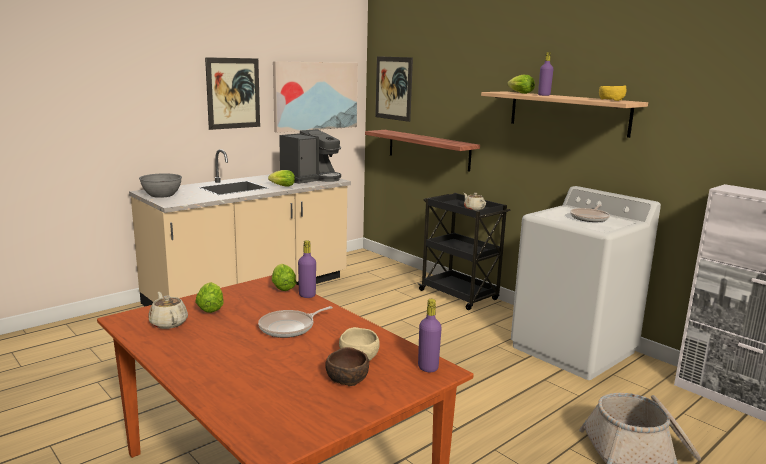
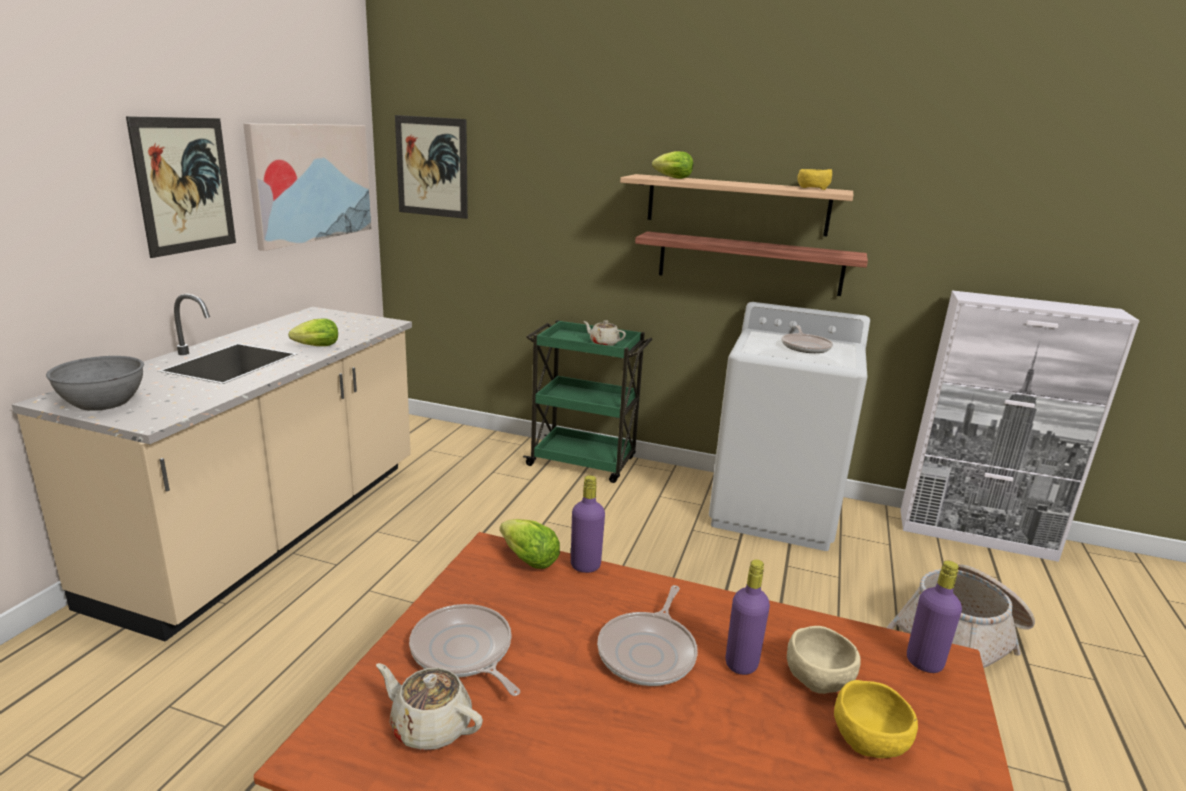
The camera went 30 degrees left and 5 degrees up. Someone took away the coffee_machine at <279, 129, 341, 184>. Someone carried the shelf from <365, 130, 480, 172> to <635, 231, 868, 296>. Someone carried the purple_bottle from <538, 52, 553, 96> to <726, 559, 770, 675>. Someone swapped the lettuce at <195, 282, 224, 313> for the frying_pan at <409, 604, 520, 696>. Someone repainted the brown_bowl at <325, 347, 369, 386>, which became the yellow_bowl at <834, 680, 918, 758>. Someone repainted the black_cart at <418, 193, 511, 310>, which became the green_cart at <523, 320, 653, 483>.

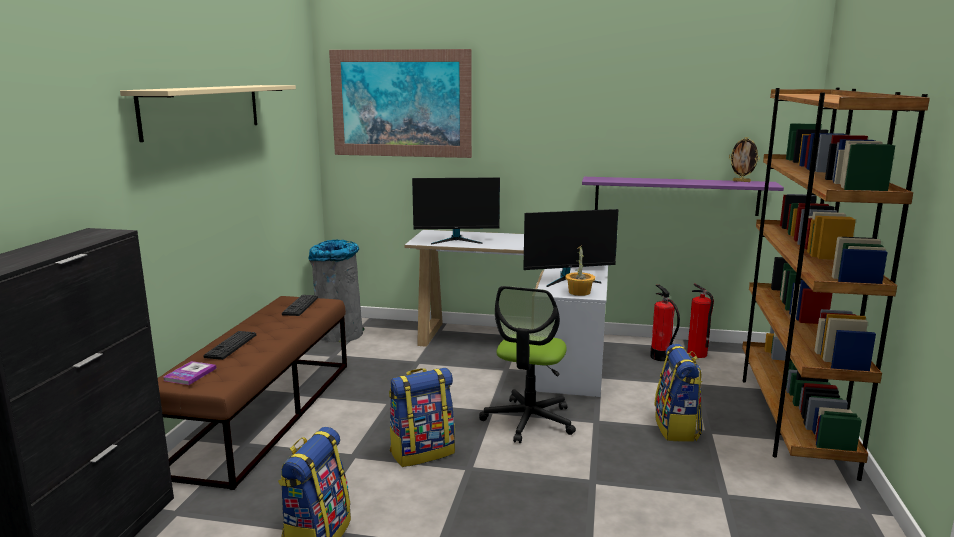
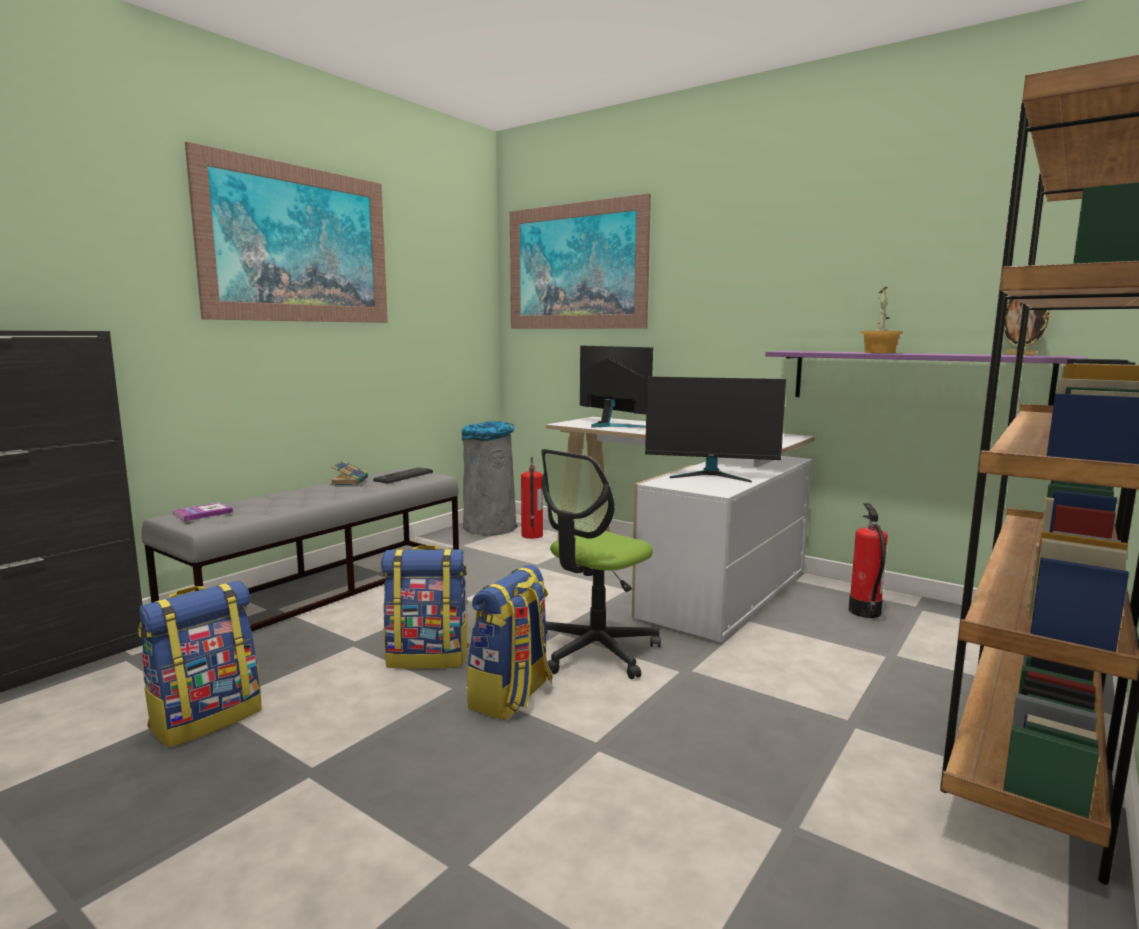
The camera went 25 degrees right and 5 degrees down. Someone took away the keyboard at <203, 331, 256, 360>. Someone put down the book at <330, 461, 368, 485>. Someone carried the potted_plant from <565, 244, 595, 296> to <861, 287, 903, 353>. Someone carried the backpack from <654, 344, 703, 442> to <467, 565, 553, 720>. Someone carried the fire_extinguisher from <687, 283, 714, 358> to <521, 457, 543, 539>. Someone swapped the beige_shelf at <120, 85, 296, 142> for the picture at <185, 142, 388, 323>. Someone repainted the brown_bench at <158, 296, 347, 490>, which became the grey_bench at <142, 468, 459, 631>. Someone rotated the monitor at <412, 177, 500, 245> by 150 degrees counterclockwise.

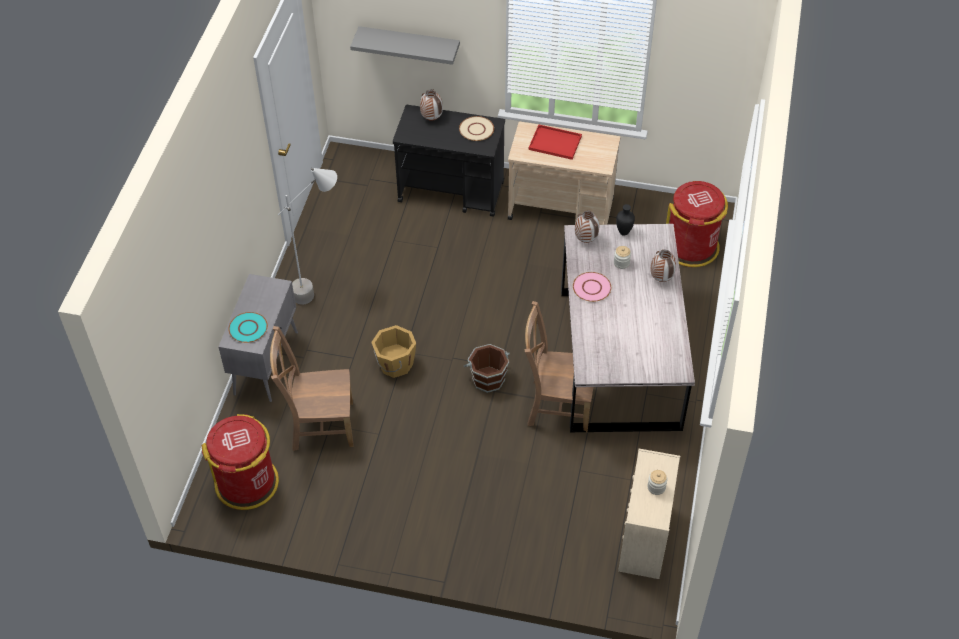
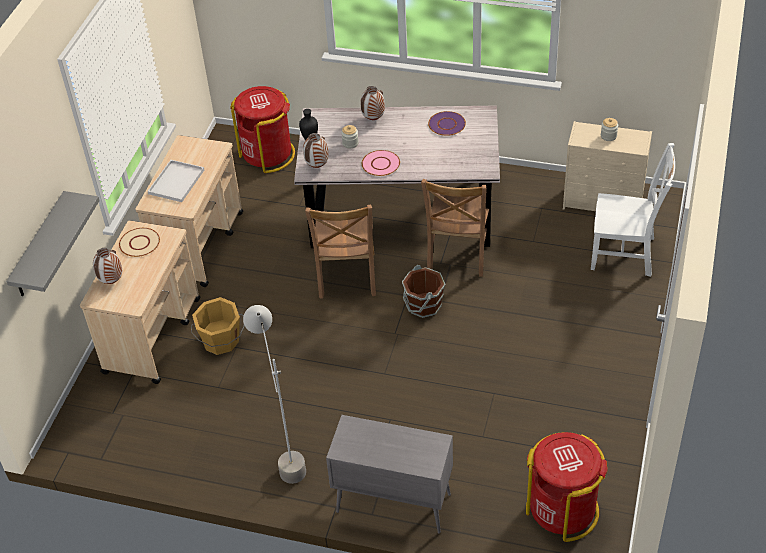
The camera went 85 degrees left and 5 degrees down. Someone took away the turquoise_plate at <228, 312, 268, 343>. Someone put down the purple_plate at <428, 111, 466, 136>. Someone put down the white_chair at <591, 143, 675, 277>. Someone carried the brown_chair from <270, 326, 353, 451> to <305, 204, 376, 299>. Someone carried the orange_bucket from <371, 325, 416, 378> to <191, 297, 245, 355>. Someone repainted the black_cart at <393, 105, 505, 217>, which became the beige_cart at <80, 220, 201, 384>. Someone repainted the red_tray at <529, 125, 582, 160>, which became the white_tray at <147, 160, 204, 202>.

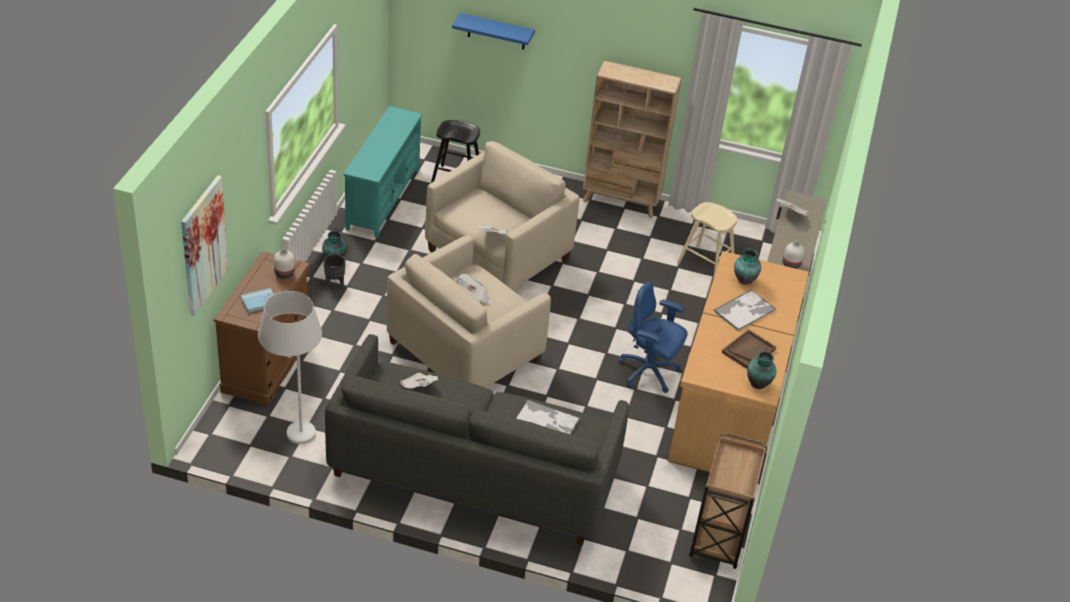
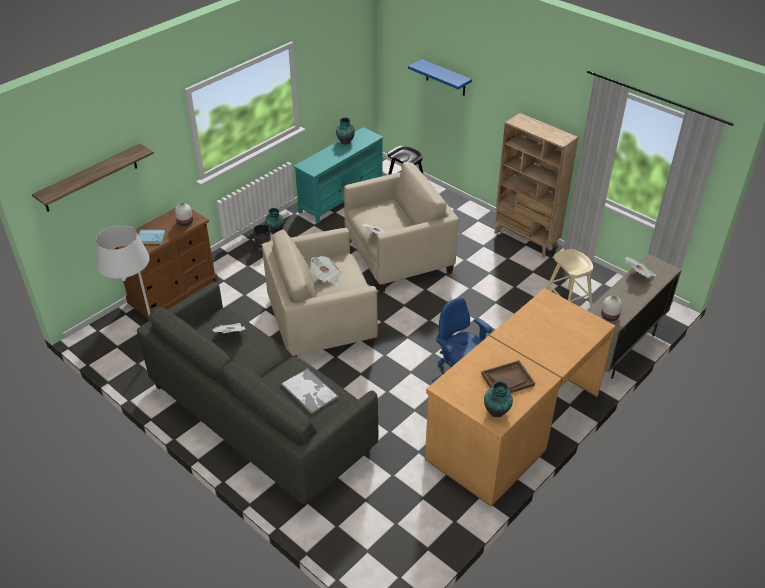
The camera went 30 degrees right and 0 degrees up. Someone took away the brown_cart at <689, 432, 767, 569>. Someone took away the tray at <714, 289, 776, 331>. Someone carried the vase from <734, 248, 761, 285> to <336, 118, 355, 144>. Someone swapped the picture at <181, 175, 229, 316> for the shelf at <32, 144, 154, 212>.

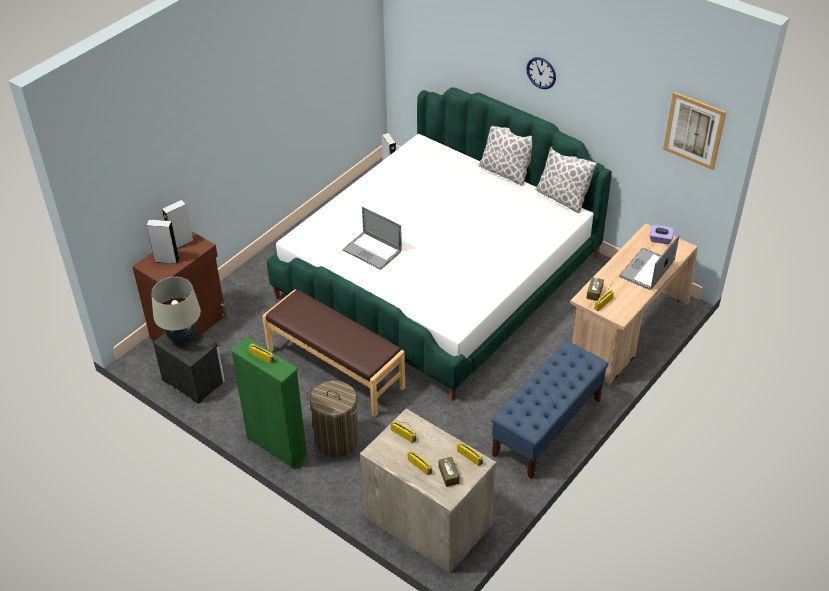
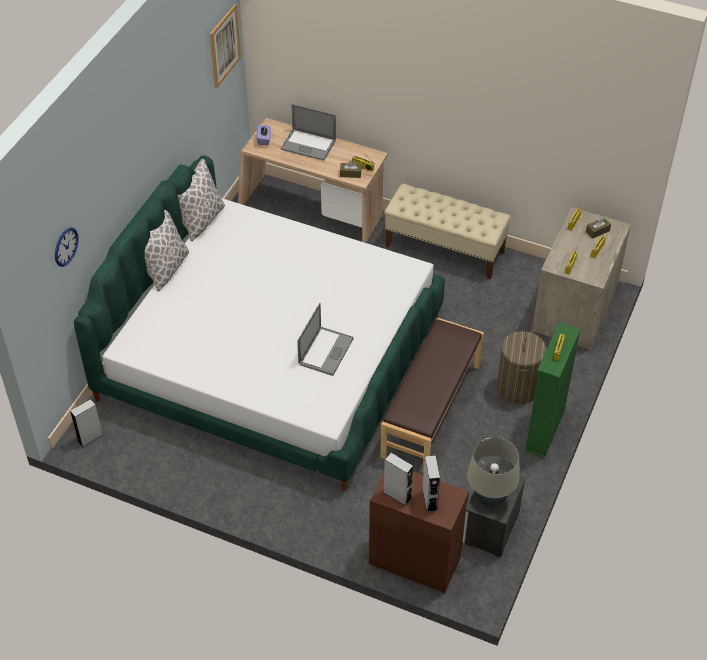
The camera went 105 degrees left and 5 degrees up. Someone carried the wall_clock from <526, 57, 556, 89> to <55, 228, 79, 267>. Someone repainted the blue_bench at <491, 341, 608, 479>, which became the beige_bench at <384, 183, 511, 279>.

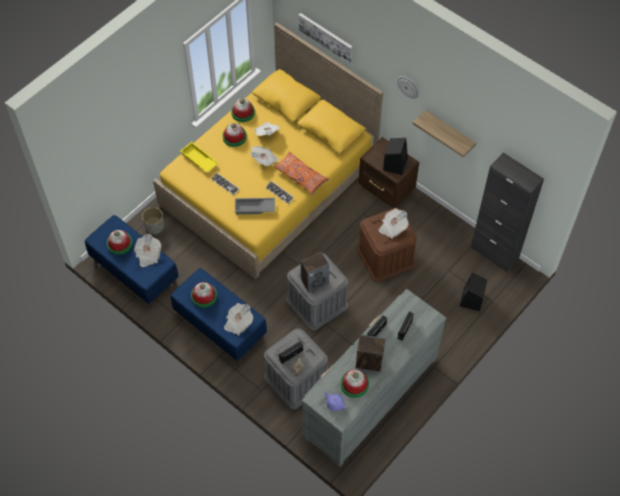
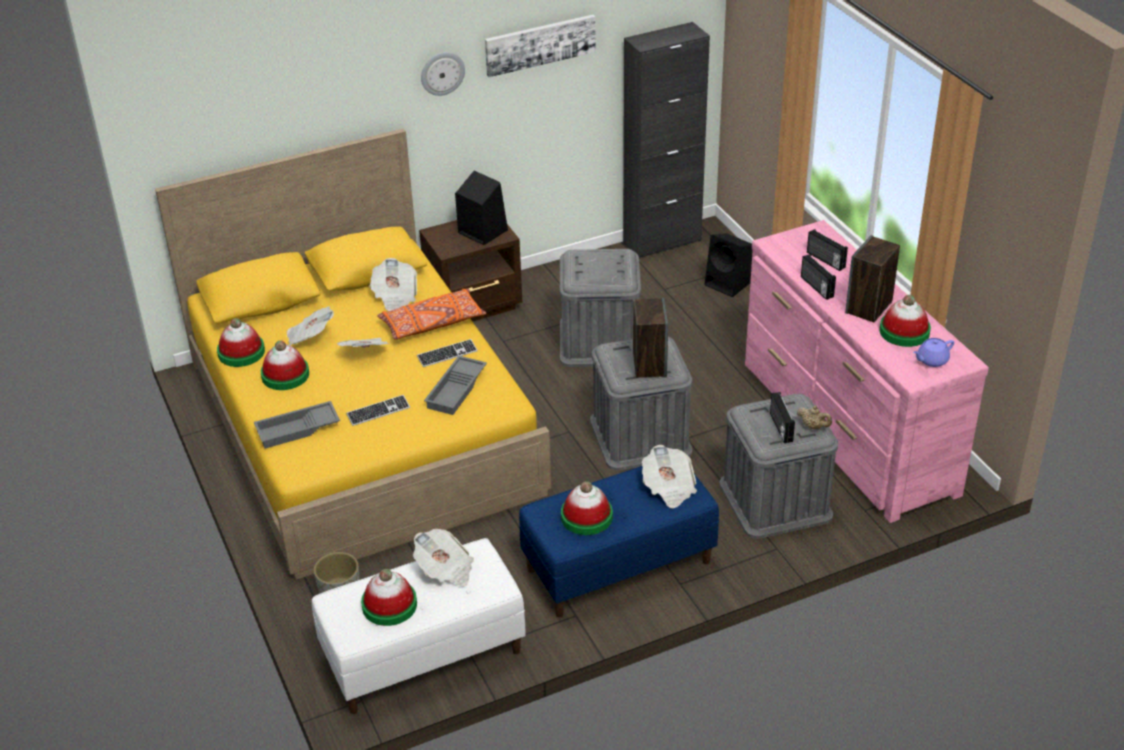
The camera went 65 degrees left and 20 degrees down. Someone took away the shelf at <413, 110, 476, 158>. Someone carried the picture from <299, 13, 352, 63> to <485, 15, 596, 77>. Someone carried the newspaper from <379, 209, 409, 239> to <370, 258, 417, 311>. Someone repainted the blue_bench at <85, 215, 179, 307>, which became the white_bench at <312, 538, 526, 714>. Someone repainted the yellow_tray at <180, 142, 218, 173>, which became the grey_tray at <254, 401, 340, 448>. Someone repainted the grey_dresser at <302, 289, 446, 467>, which became the pink_dresser at <745, 220, 989, 523>. Someone repainted the brown_storage_box at <357, 208, 417, 282>, which became the grey_storage_box at <560, 249, 641, 367>.

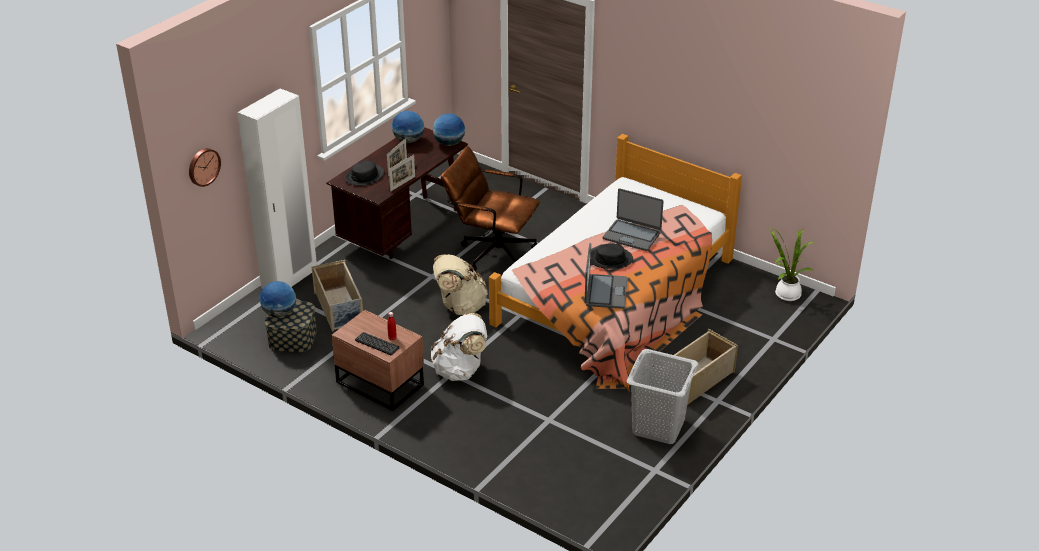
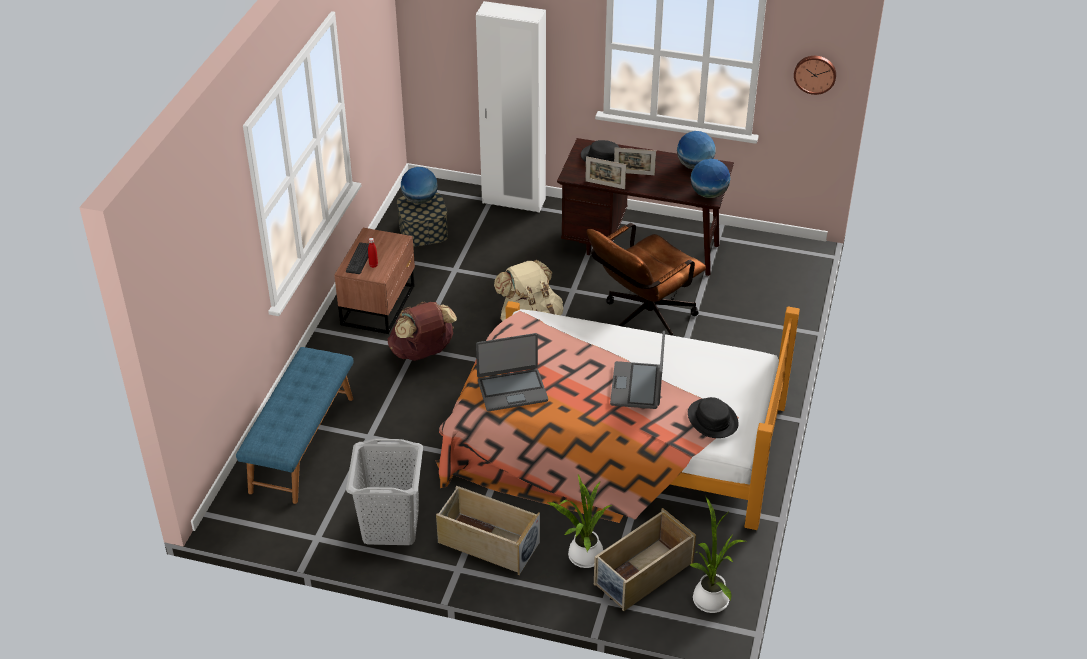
The camera went 70 degrees right and 5 degrees up. Someone put down the blue_bench at <236, 347, 354, 504>. Someone put down the potted_plant at <547, 475, 612, 568>. Someone carried the wall_clock from <189, 148, 221, 187> to <794, 56, 836, 95>. Someone carried the beige_storage_box from <312, 260, 363, 332> to <594, 508, 696, 611>. Someone carried the black_hat from <591, 244, 633, 269> to <688, 397, 739, 438>. Someone repainted the white_backpack at <431, 313, 487, 381>, which became the brown_backpack at <388, 302, 457, 361>. Someone rotated the brown_office_chair at <441, 146, 540, 272> by 135 degrees counterclockwise.

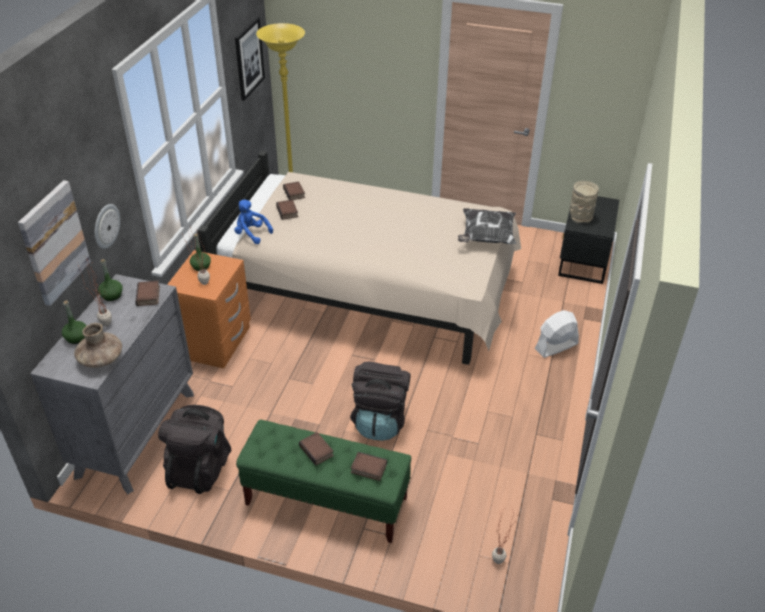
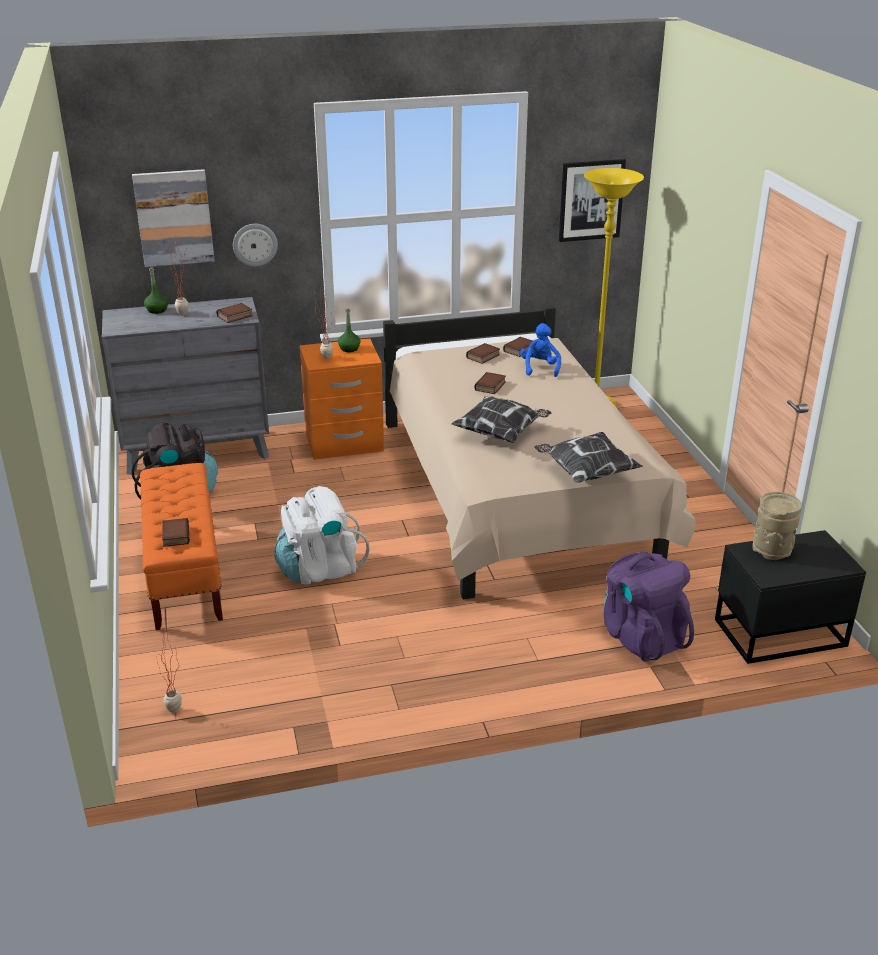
The camera went 60 degrees right and 10 degrees down. Someone took away the brown_vase at <74, 323, 122, 368>. Someone took away the green_bottle at <98, 259, 123, 301>. Someone took away the white_fan at <535, 310, 579, 358>. Someone put down the pillow at <451, 396, 551, 443>. Someone put down the purple_backpack at <603, 552, 694, 662>. Someone carried the blue_plush_toy from <234, 199, 273, 244> to <520, 323, 561, 377>. Someone carried the book from <299, 432, 334, 466> to <475, 372, 506, 394>. Someone repainted the green_bench at <236, 419, 411, 543>, which became the orange_bench at <140, 463, 223, 630>. Someone repainted the black_backpack at <350, 362, 410, 441>, which became the white_backpack at <274, 486, 370, 585>.

